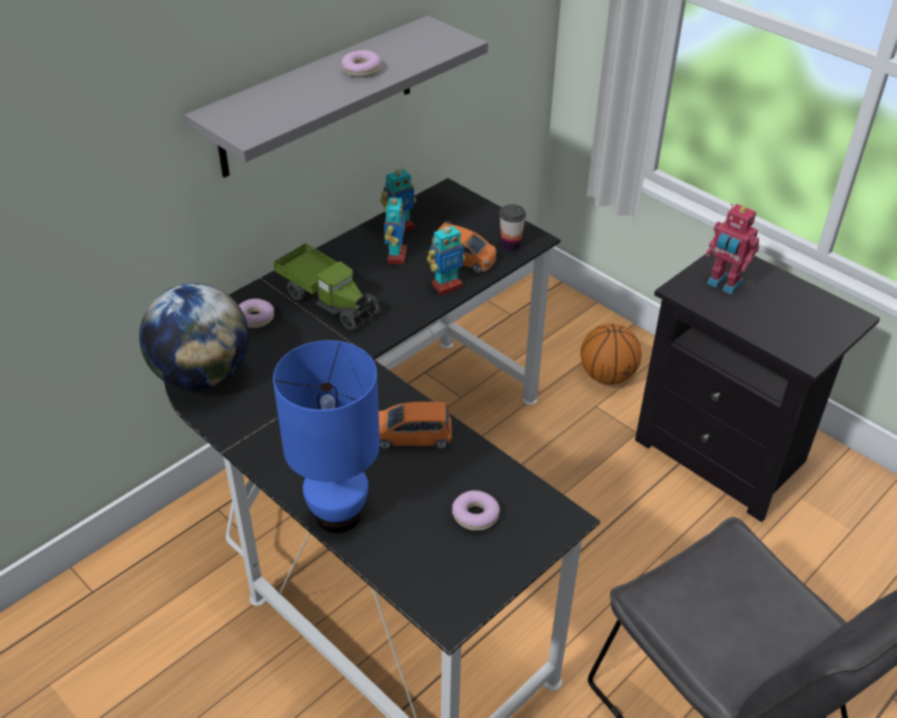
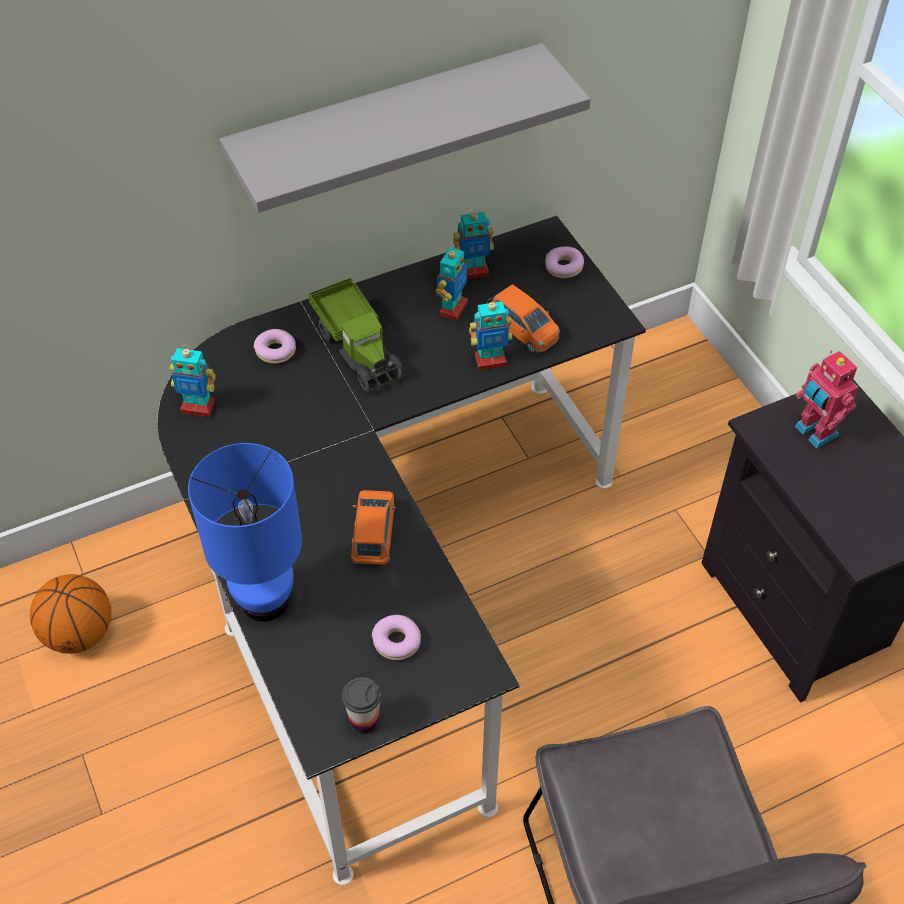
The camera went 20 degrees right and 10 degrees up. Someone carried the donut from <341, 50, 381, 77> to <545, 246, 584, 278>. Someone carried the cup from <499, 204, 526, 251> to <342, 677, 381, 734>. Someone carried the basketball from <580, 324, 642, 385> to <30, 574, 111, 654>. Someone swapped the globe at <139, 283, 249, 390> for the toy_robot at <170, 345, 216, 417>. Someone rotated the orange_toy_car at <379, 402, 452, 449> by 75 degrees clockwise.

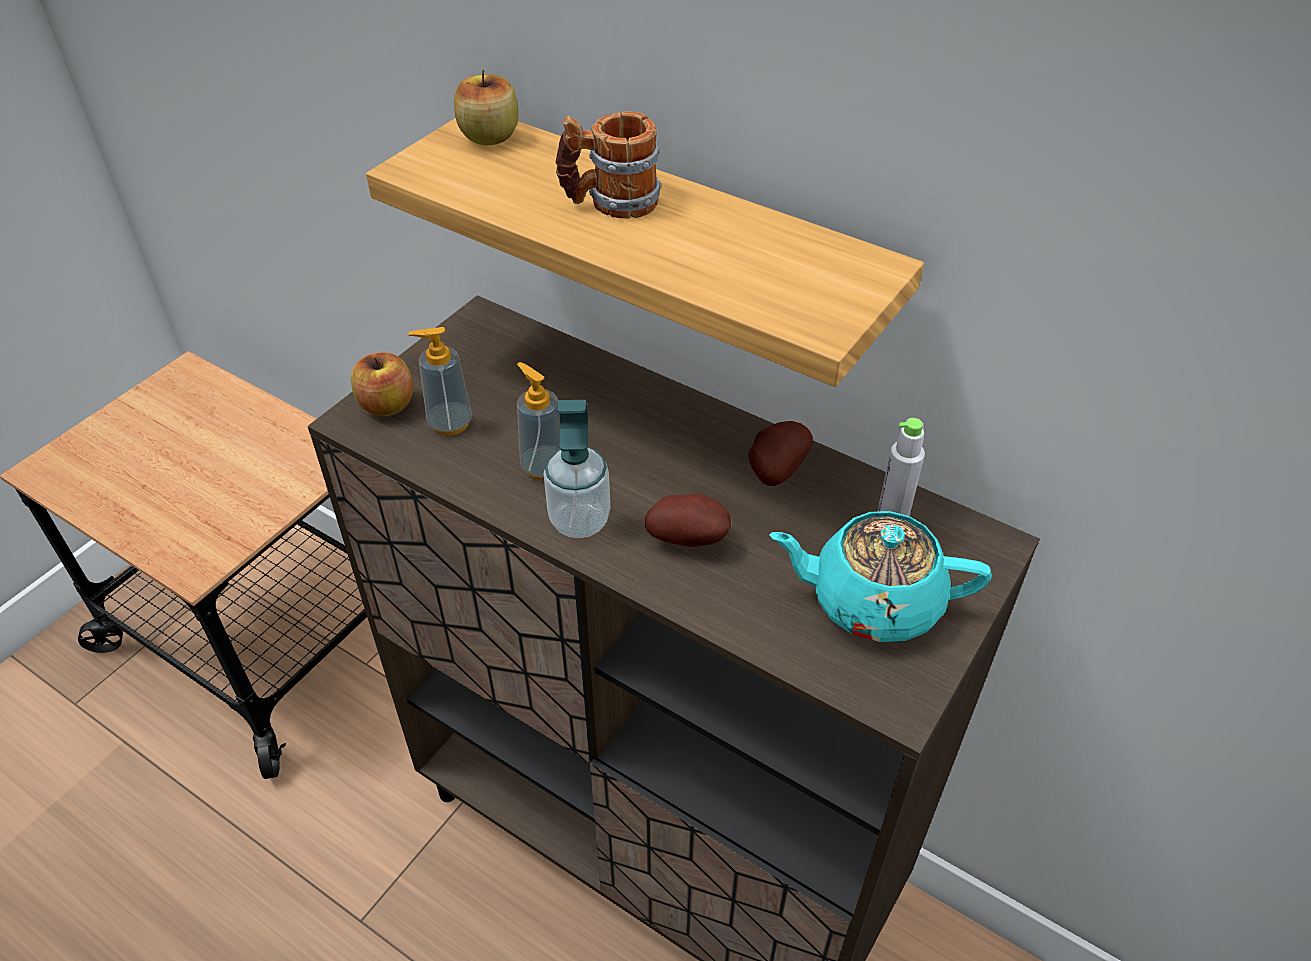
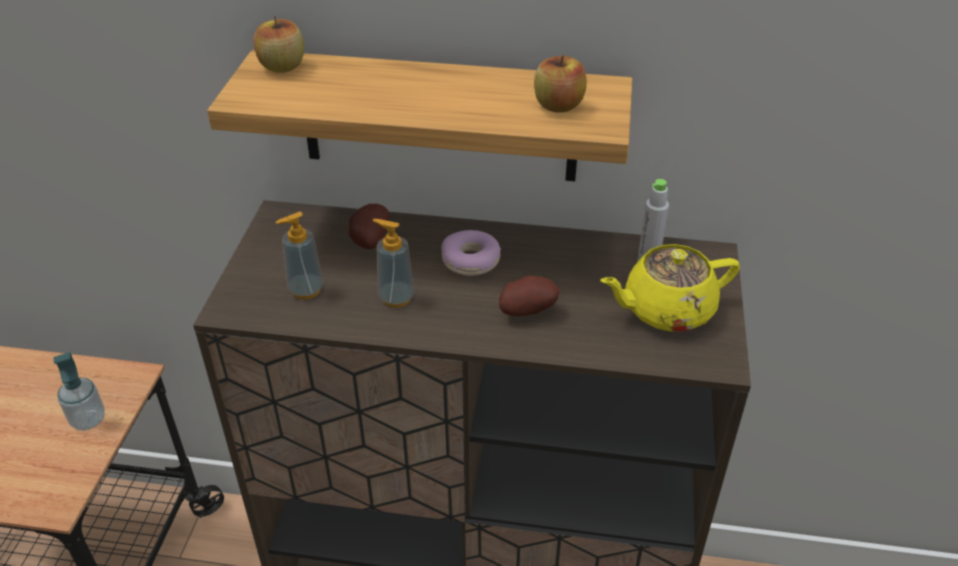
The camera went 25 degrees left and 5 degrees down. Someone took away the mug at <556, 111, 662, 219>. Someone put down the donut at <441, 230, 501, 276>. Someone carried the apple from <351, 352, 413, 416> to <534, 55, 587, 113>. Someone carried the soap_dispenser from <544, 400, 611, 538> to <53, 352, 105, 431>. Someone carried the potato from <748, 421, 813, 486> to <349, 204, 389, 249>. Someone repainted the turquoise_teapot at <769, 511, 992, 642>, which became the yellow_teapot at <600, 244, 740, 332>.

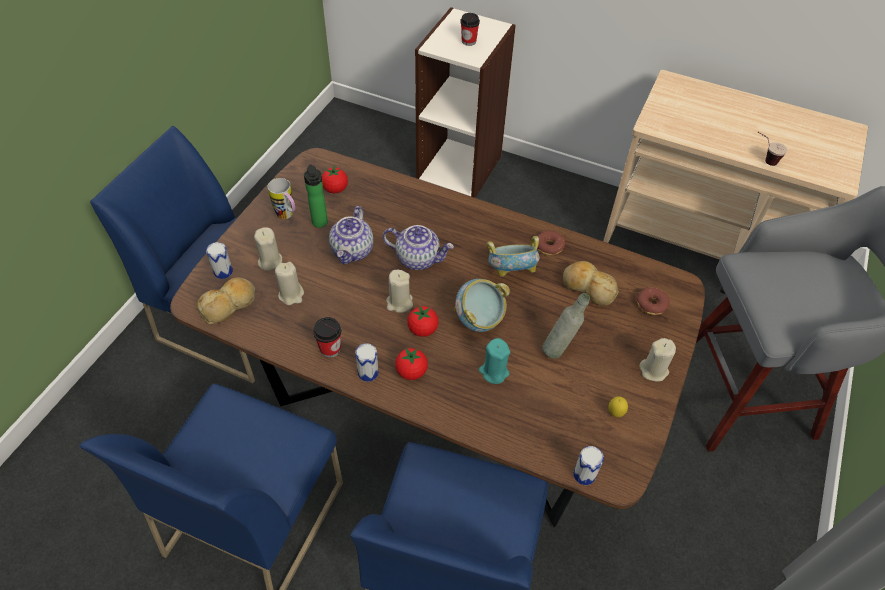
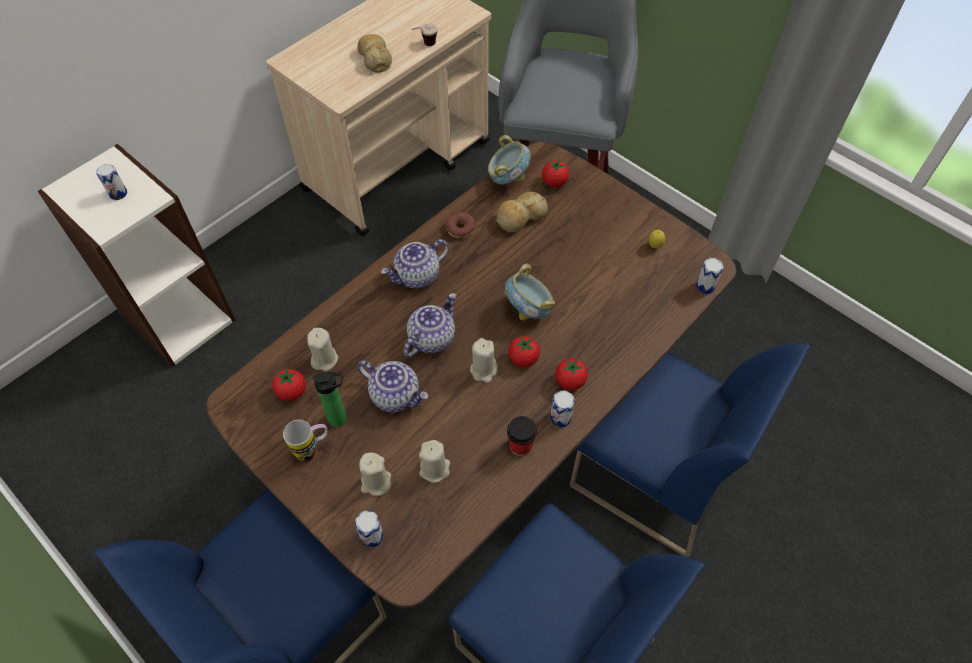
The camera went 70 degrees left and 5 degrees up. Someone took away the turquoise_candle at <479, 338, 510, 384>. Someone took away the grey_bottle at <542, 293, 590, 359>. Someone put down the teapot at <381, 239, 449, 289>. Someone carried the bread from <197, 277, 255, 324> to <357, 34, 392, 73>. Someone carried the bowl from <487, 236, 540, 277> to <488, 135, 531, 184>. Someone carried the beige_candle from <640, 338, 676, 382> to <307, 328, 338, 371>. Someone swapped the cup at <460, 13, 480, 46> for the can at <96, 164, 127, 200>. Someone swapped the donut at <636, 287, 670, 315> for the tomato at <542, 159, 569, 187>.

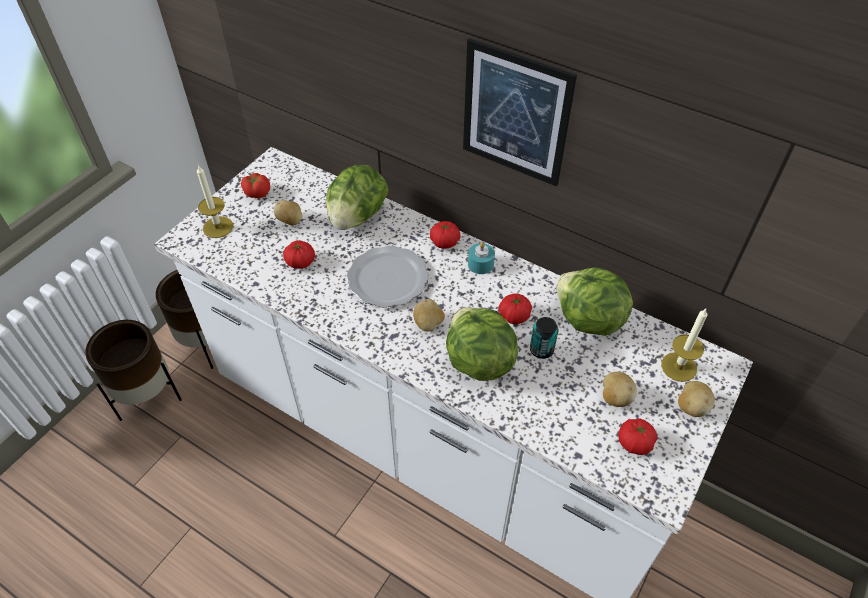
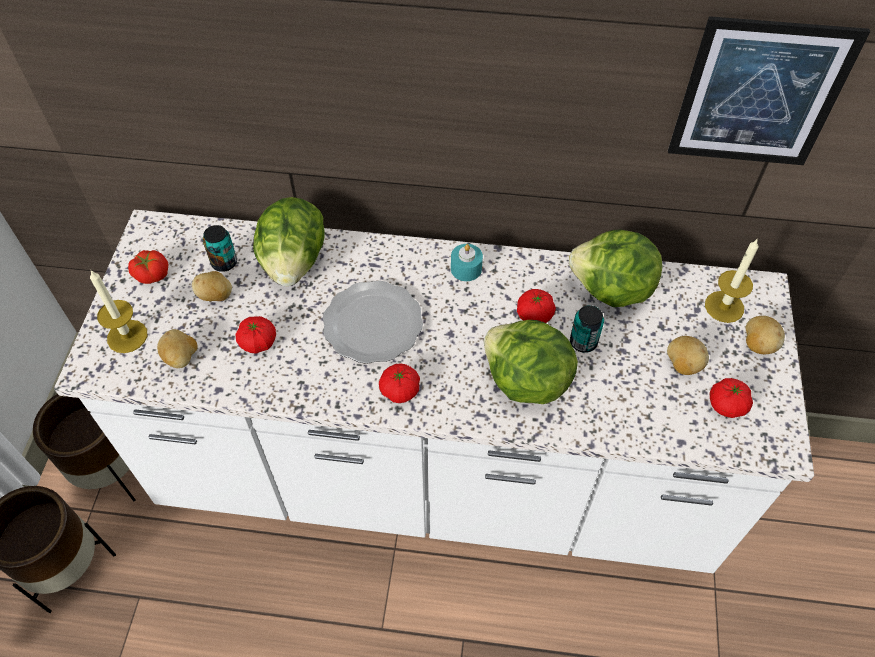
The camera went 25 degrees left and 5 degrees up. Someone put down the can at <203, 225, 237, 272>. Someone carried the potato from <413, 299, 445, 332> to <157, 329, 197, 368>. Someone carried the tomato from <430, 221, 460, 249> to <379, 363, 420, 403>. Someone carried the picture from <463, 38, 577, 186> to <668, 16, 870, 165>.

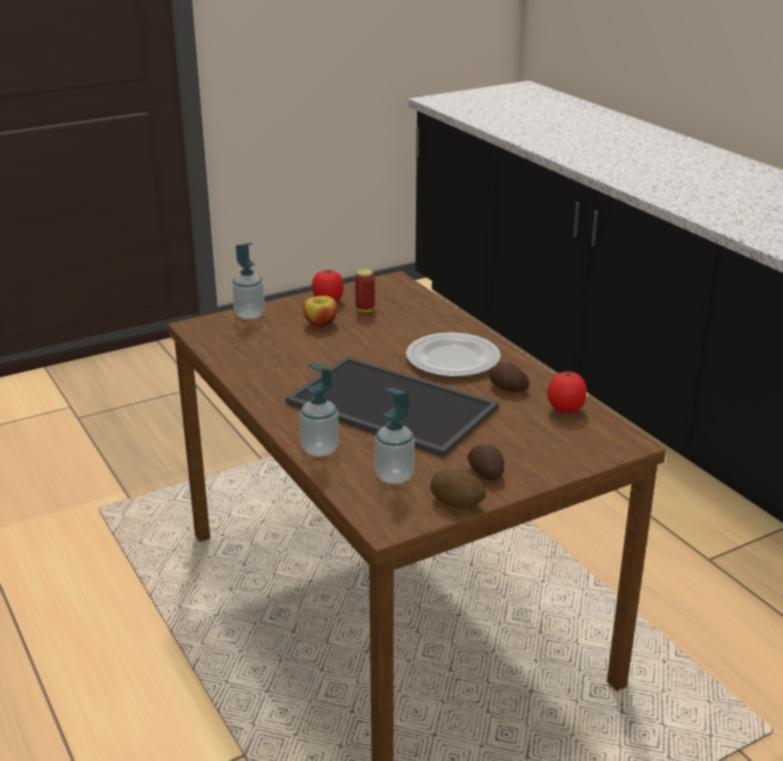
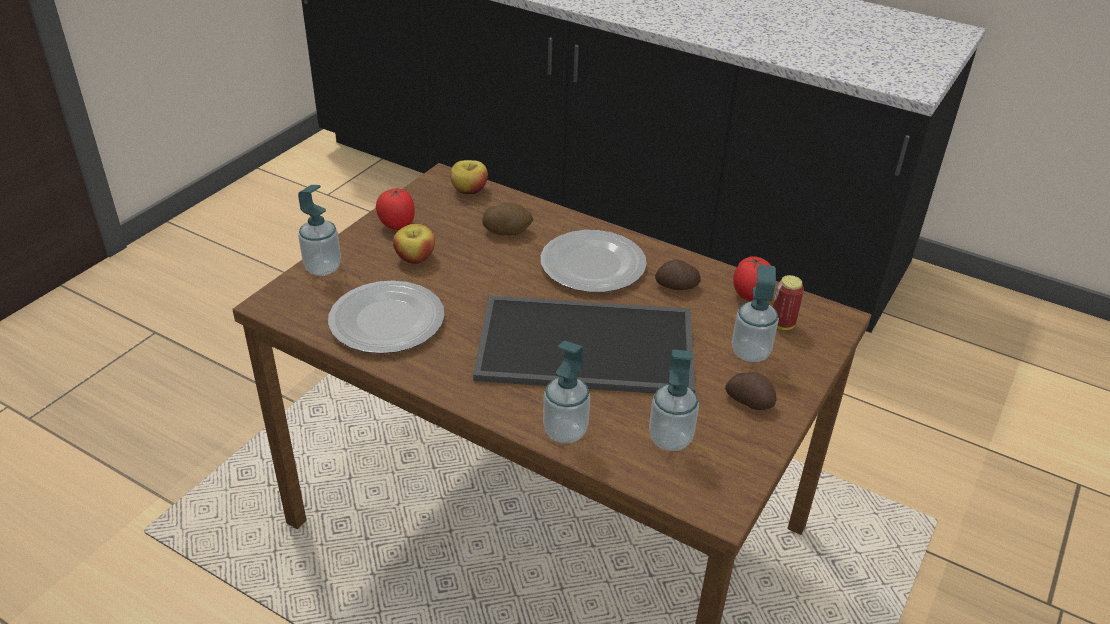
The camera went 30 degrees left and 10 degrees up. Someone put down the plate at <328, 281, 445, 354>. Someone put down the apple at <450, 160, 488, 194>. Someone put down the soap_dispenser at <732, 265, 779, 362>. Someone carried the can from <355, 269, 375, 313> to <773, 275, 804, 330>. Someone carried the potato from <430, 469, 486, 509> to <482, 202, 533, 235>.

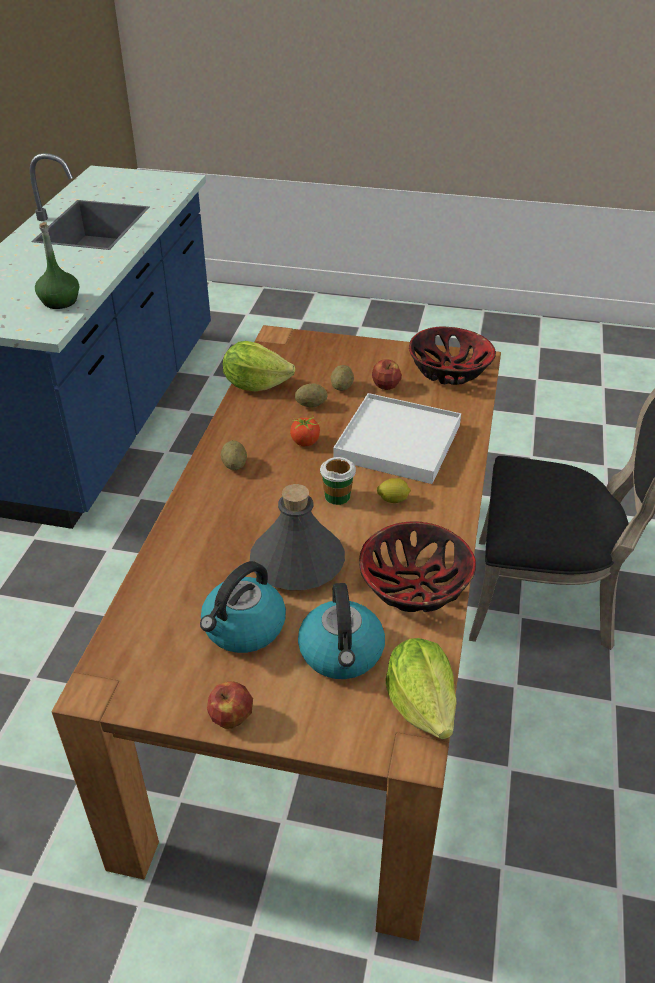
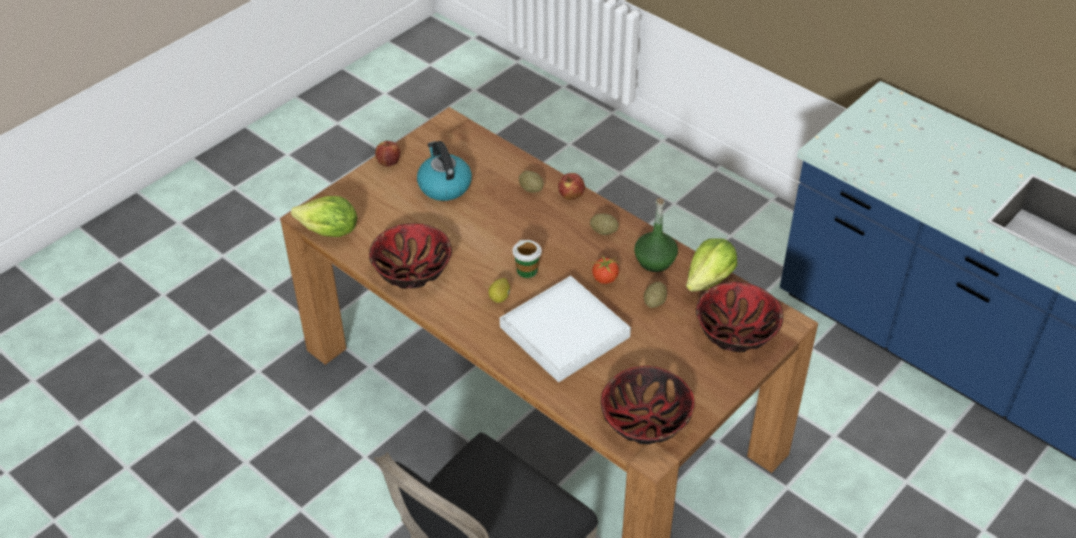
The camera went 120 degrees right and 5 degrees up. Someone took away the grey_bottle at <250, 484, 345, 590>. Someone took away the kettle at <298, 583, 385, 679>. Someone put down the bowl at <696, 282, 783, 352>. Someone carried the green_bottle from <35, 222, 79, 309> to <634, 198, 678, 272>. Someone carried the potato from <330, 365, 354, 391> to <519, 171, 544, 193>. Someone carried the apple from <372, 359, 402, 390> to <558, 173, 585, 200>.

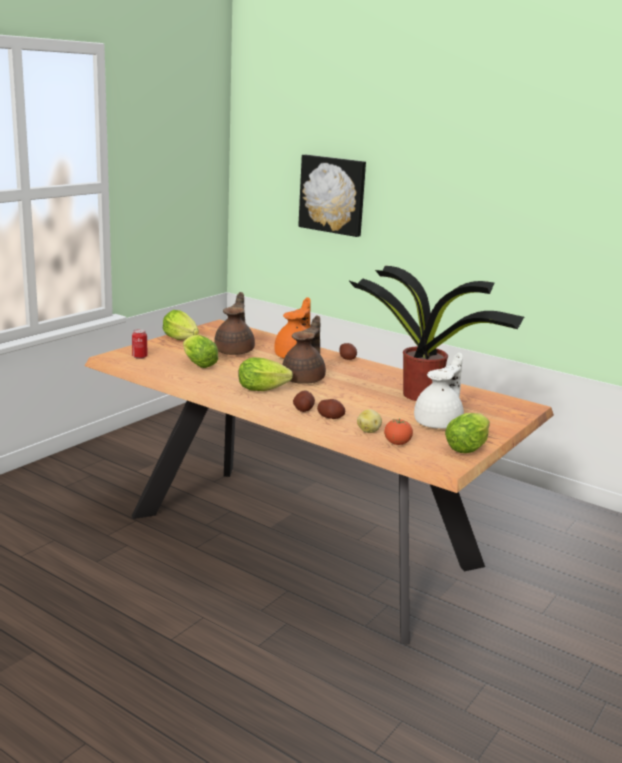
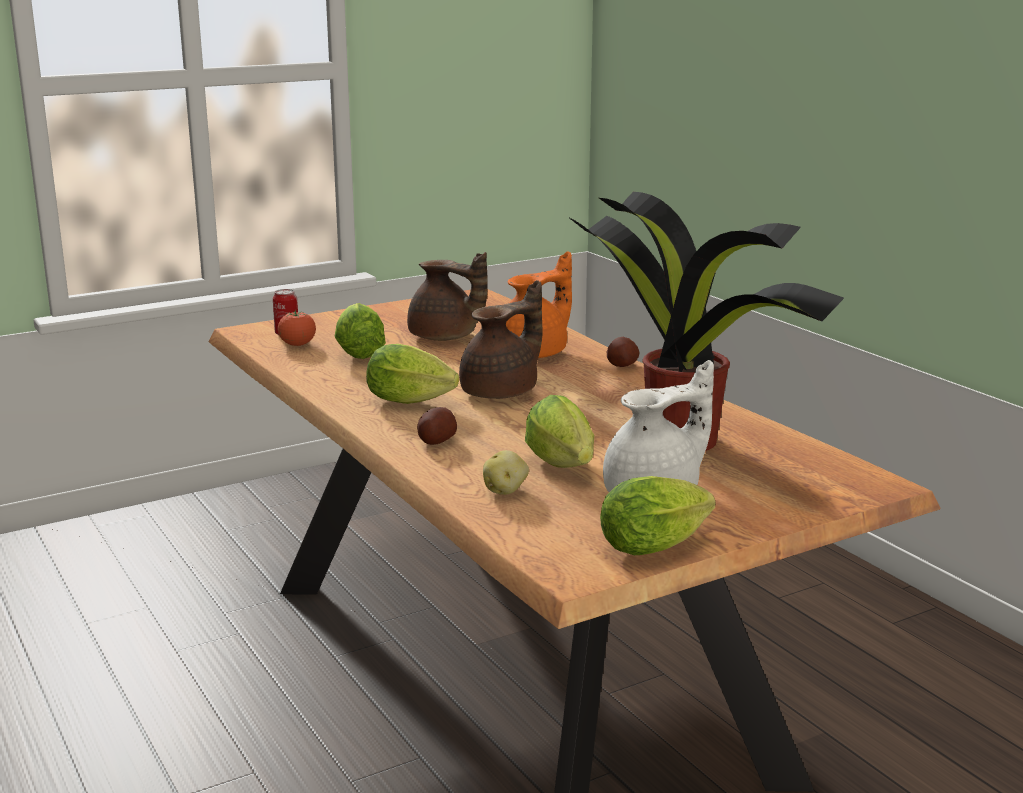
The camera went 25 degrees right and 0 degrees up. Someone took away the picture at <298, 155, 366, 237>. Someone took away the potato at <317, 399, 345, 419>. Someone carried the lettuce from <163, 310, 199, 340> to <525, 395, 594, 468>. Someone carried the tomato from <384, 418, 413, 445> to <278, 310, 316, 346>. Someone rotated the brown_teapot at <214, 292, 255, 355> by 90 degrees clockwise.

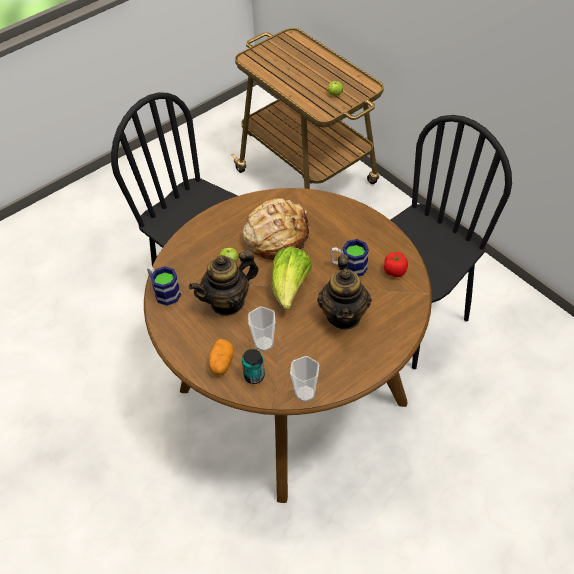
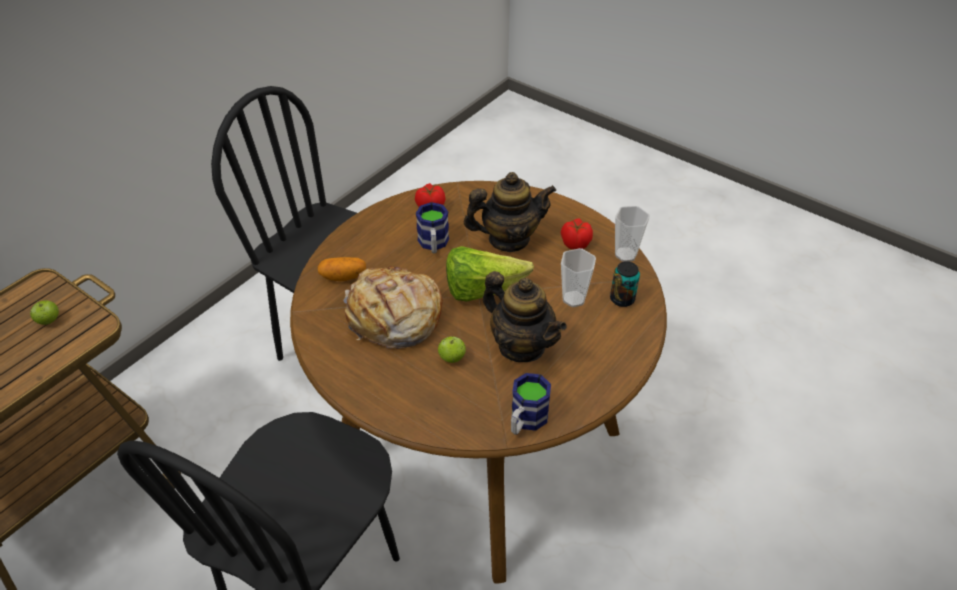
The camera went 105 degrees left and 5 degrees down. Someone put down the tomato at <561, 219, 593, 249>. Someone carried the potato from <209, 339, 234, 375> to <318, 257, 366, 281>.

